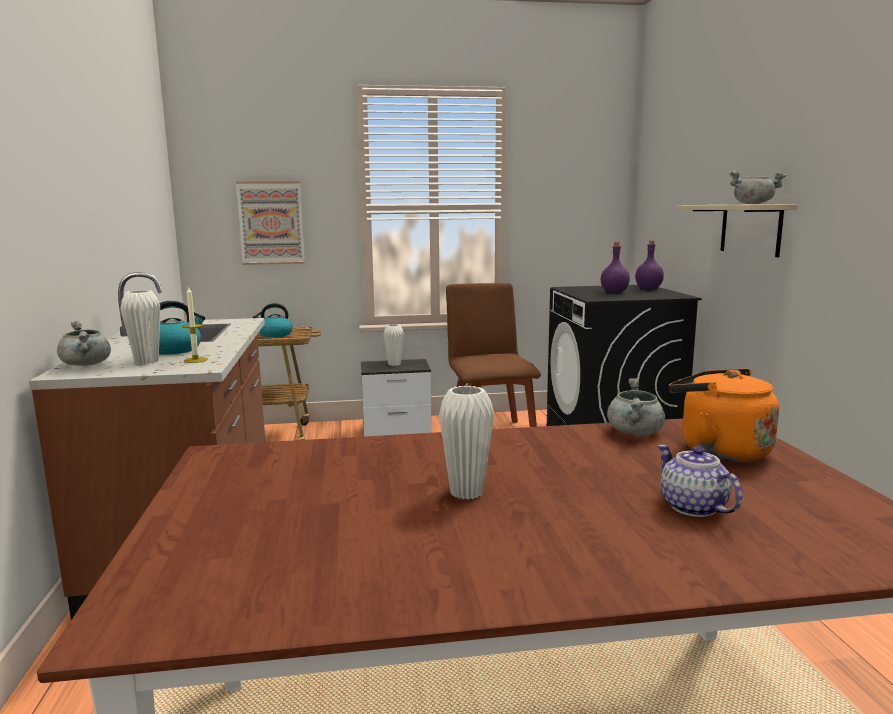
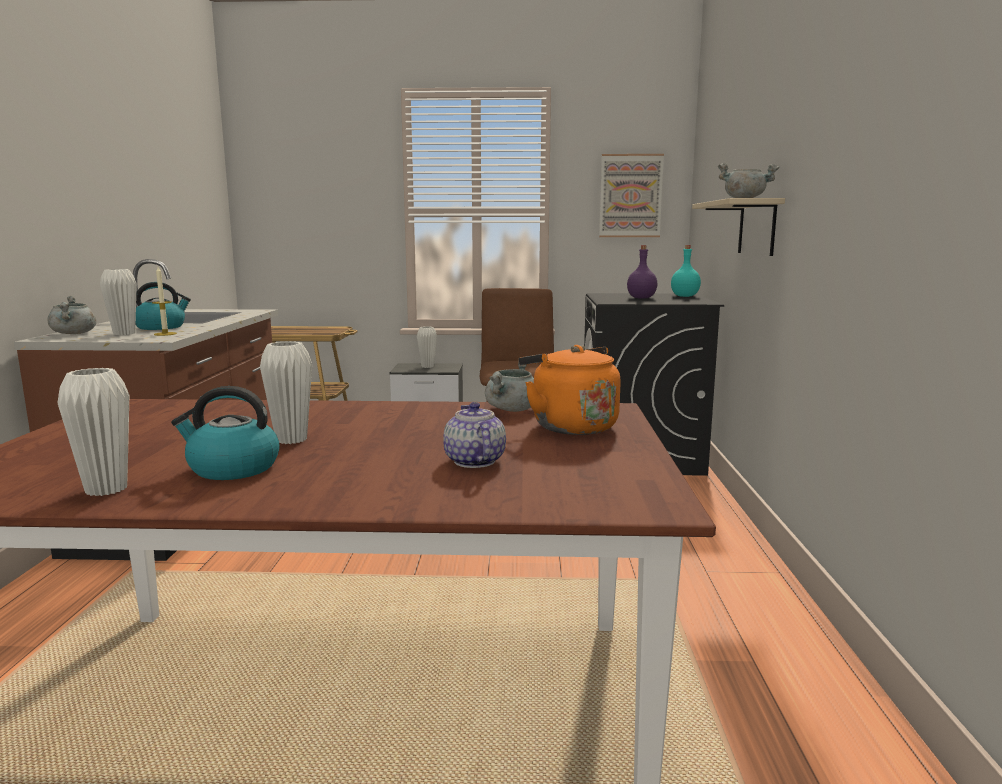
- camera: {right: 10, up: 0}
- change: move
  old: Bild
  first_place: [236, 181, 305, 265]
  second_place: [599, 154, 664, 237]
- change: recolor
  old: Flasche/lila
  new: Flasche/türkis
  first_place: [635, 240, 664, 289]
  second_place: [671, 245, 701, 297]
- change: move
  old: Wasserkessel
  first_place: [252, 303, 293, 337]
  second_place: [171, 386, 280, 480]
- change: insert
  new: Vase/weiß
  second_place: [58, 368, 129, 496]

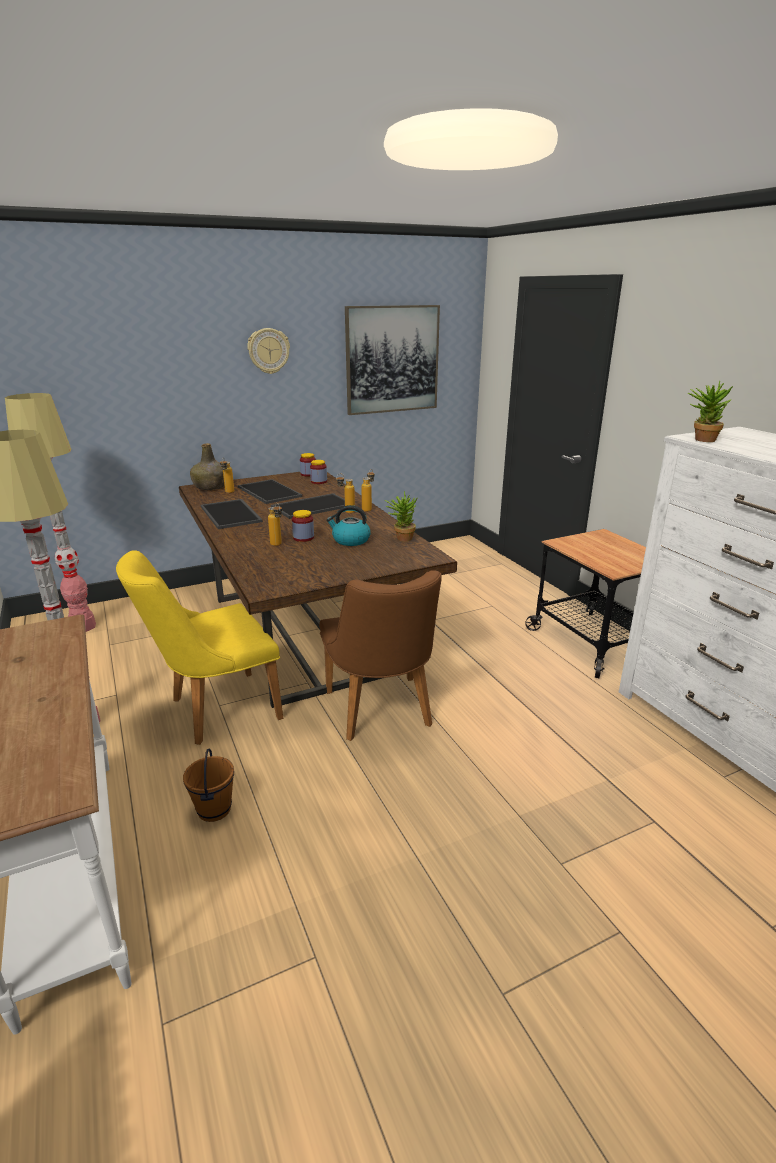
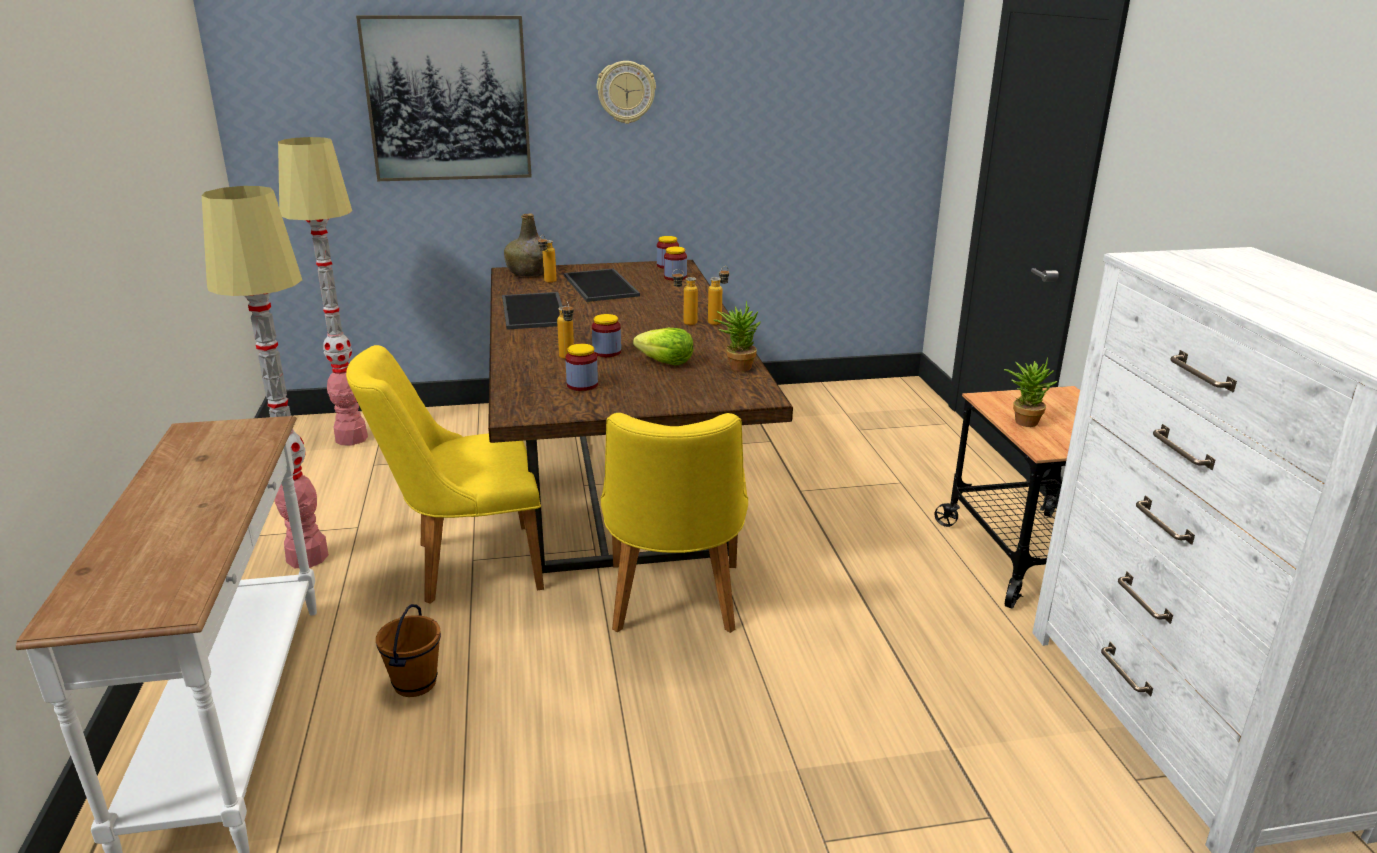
- camera: {right: 15, up: 0}
- change: move
  old: Bild
  first_place: [345, 305, 440, 415]
  second_place: [356, 15, 532, 181]
- change: move
  old: Topfpflanze
  first_place: [688, 381, 733, 442]
  second_place: [1004, 358, 1058, 427]
- change: delete
  old: Tablett
  first_place: [271, 493, 345, 519]
- change: replace
  old: Wasserkessel
  new: Salatkopf
  first_place: [326, 505, 371, 546]
  second_place: [633, 328, 694, 366]
- change: recolor
  old: Stuhl/braun
  new: Stuhl/gelb
  first_place: [319, 570, 442, 741]
  second_place: [601, 413, 748, 633]
- change: insert
  new: Vorratsglas
  second_place: [565, 344, 598, 391]

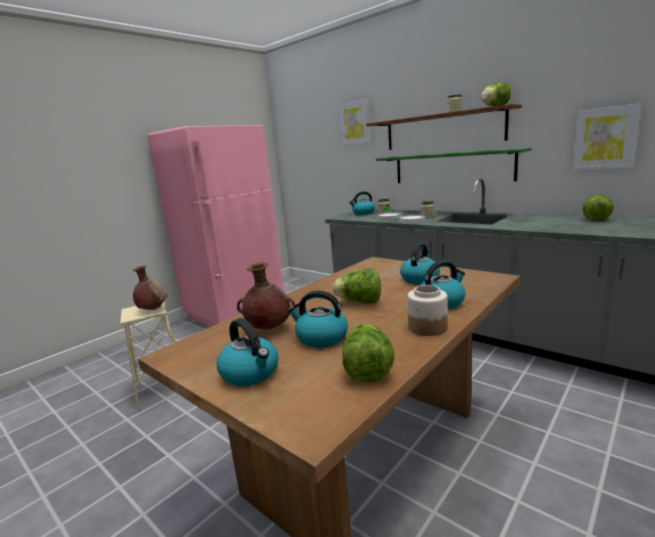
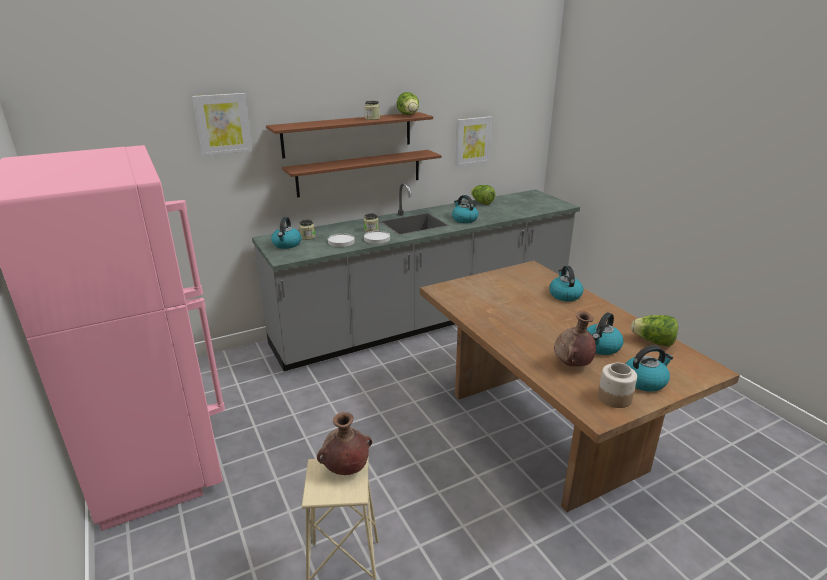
- camera: {right: -70, up: 10}
- change: recolor
  old: Wandregal/grün
  new: Wandregal/braun
  first_place: [376, 148, 532, 183]
  second_place: [282, 150, 442, 197]
- change: move
  old: Wasserkessel
  first_place: [400, 243, 440, 284]
  second_place: [452, 195, 478, 223]
- change: delete
  old: Salatkopf
  first_place: [332, 269, 381, 303]
- change: move
  old: Vorratsglas
  first_place: [407, 285, 448, 336]
  second_place: [598, 363, 637, 408]

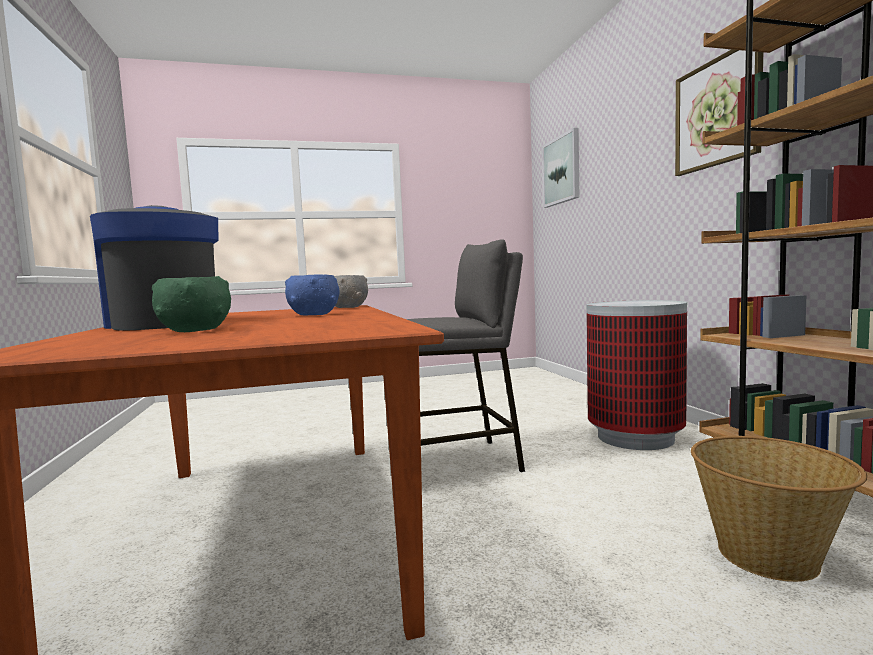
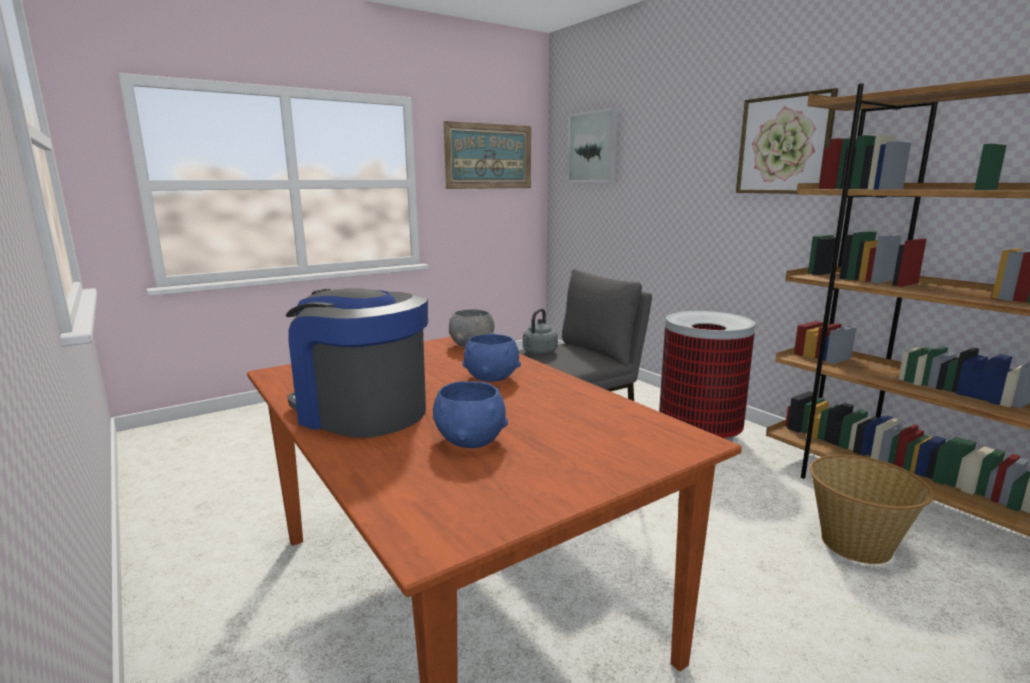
- camera: {right: -20, up: 10}
- change: recolor
  old: Schüssel/grün
  new: Schüssel/blau
  first_place: [152, 276, 231, 332]
  second_place: [433, 381, 508, 448]
- change: insert
  new: Bild
  second_place: [443, 121, 531, 189]
- change: insert
  new: Wasserkessel/grau
  second_place: [523, 309, 558, 355]

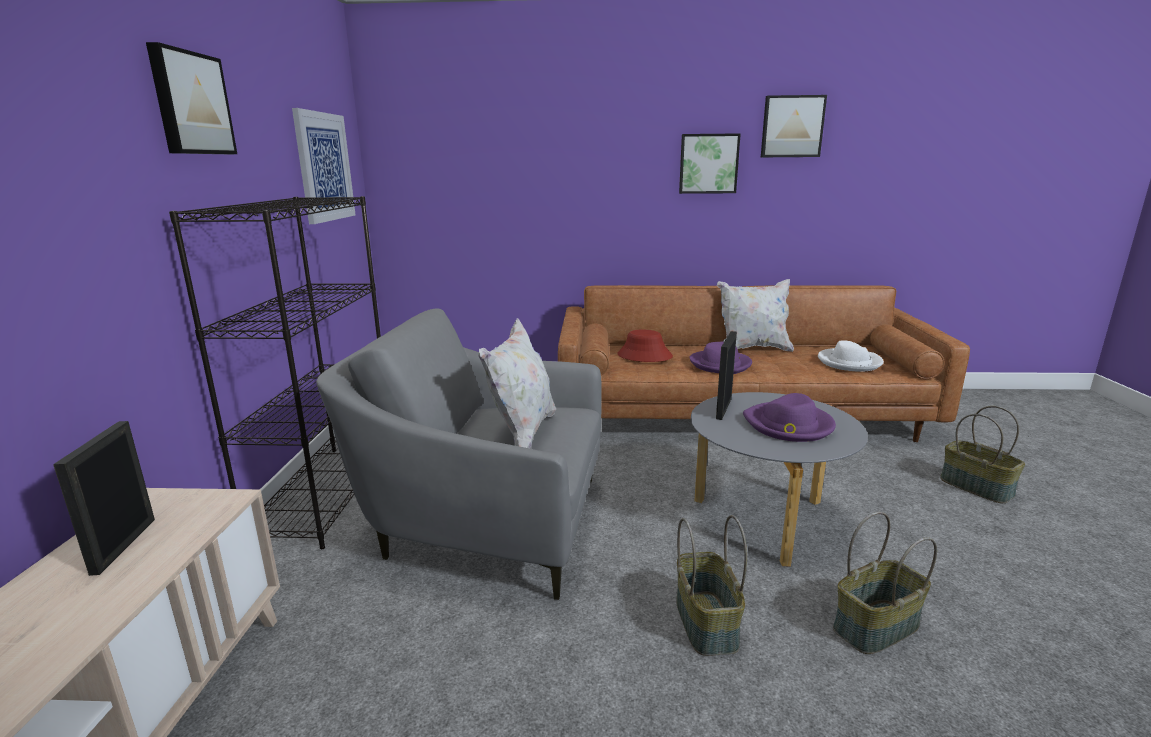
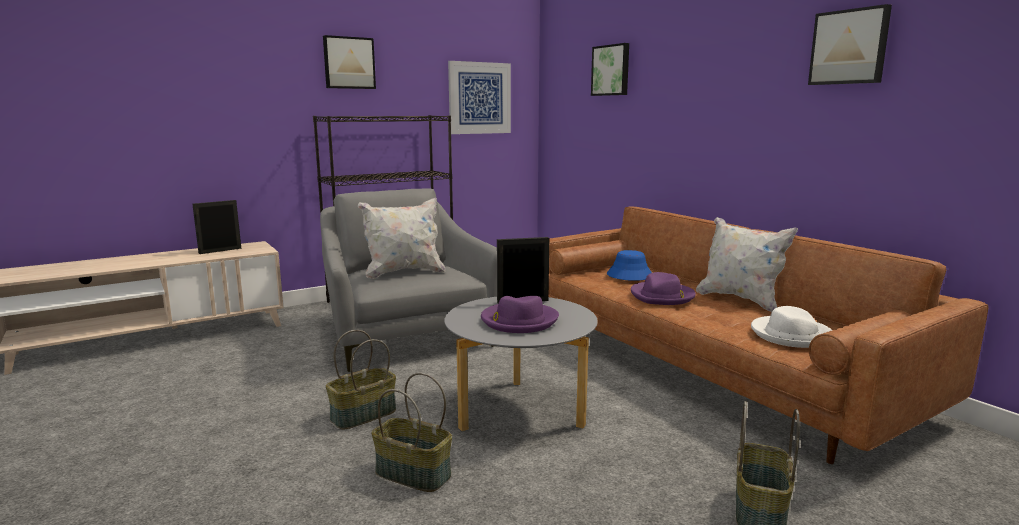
- camera: {right: 55, up: -5}
- change: move
  old: Bild
  first_place: [679, 133, 741, 194]
  second_place: [591, 43, 629, 96]
- change: recolor
  old: Hut/rot
  new: Hut/blau
  first_place: [617, 330, 673, 362]
  second_place: [607, 250, 652, 281]

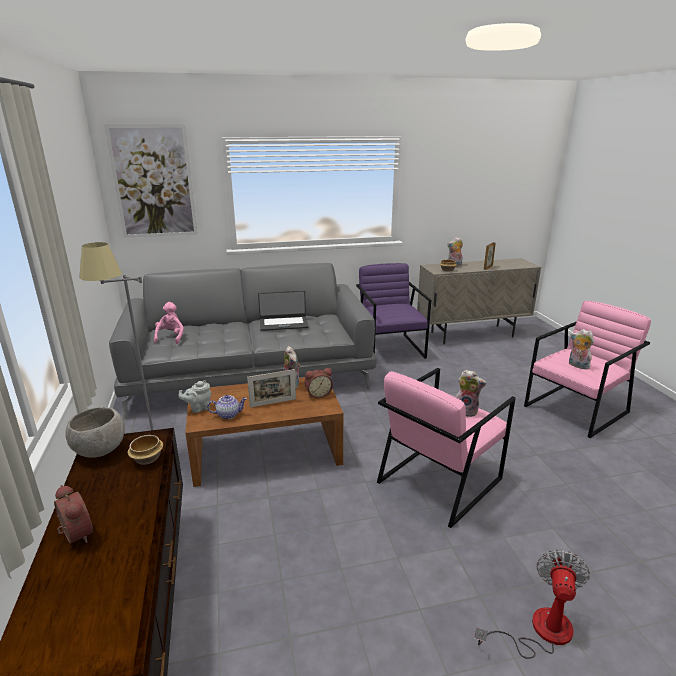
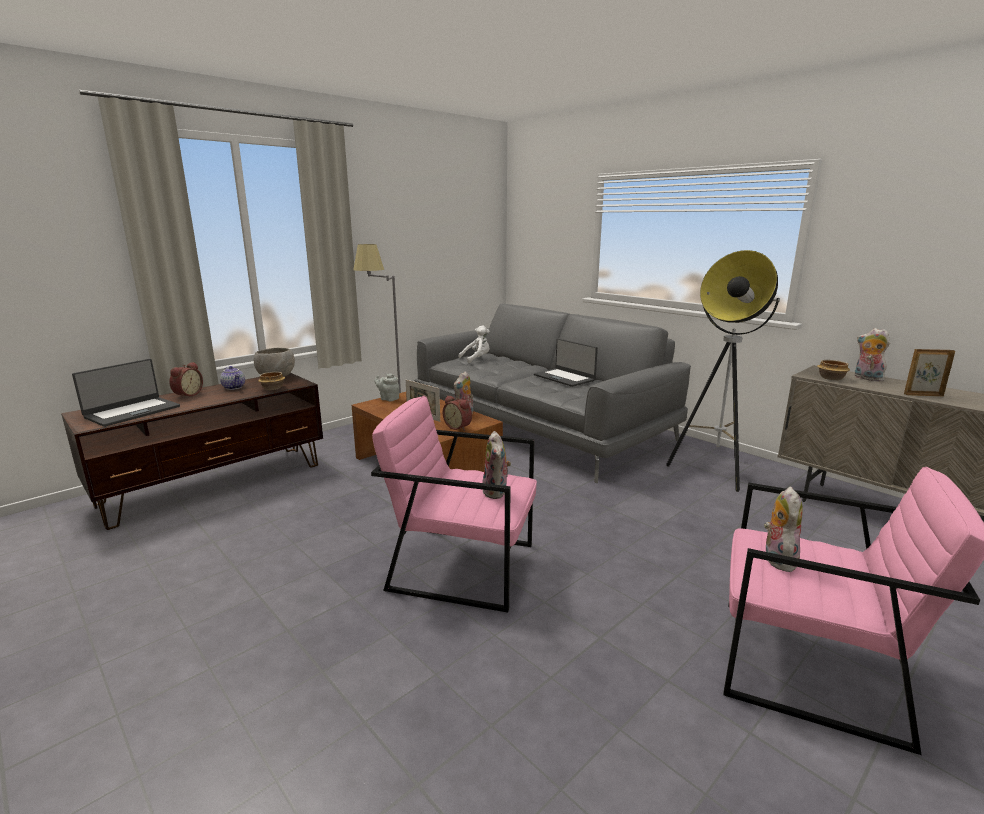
- camera: {right: 60, up: -5}
- change: delete
  old: Bild
  first_place: [104, 124, 198, 238]
- change: replace
  old: Sessel/lila
  new: Stehlampe
  first_place: [356, 263, 431, 359]
  second_place: [666, 250, 780, 492]
- change: recolor
  old: Plüschtier/rosa
  new: Plüschtier/weiß
  first_place: [154, 302, 184, 344]
  second_place: [458, 325, 490, 363]
- change: move
  old: Teekanne
  first_place: [207, 395, 247, 419]
  second_place: [220, 366, 245, 390]
- change: delete
  old: Ventilator
  first_place: [475, 549, 590, 659]
- change: insert
  new: Laptop
  second_place: [72, 359, 180, 427]

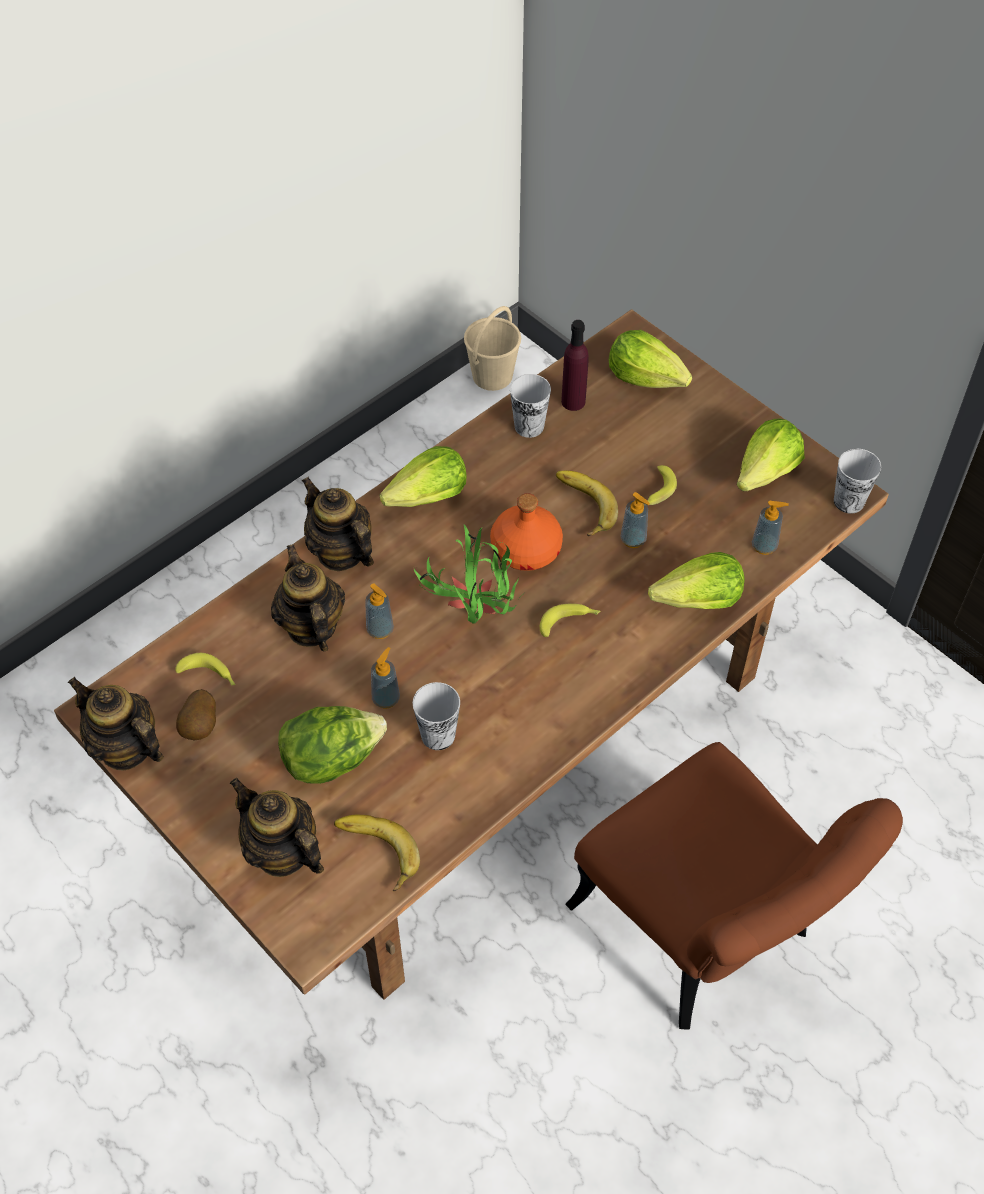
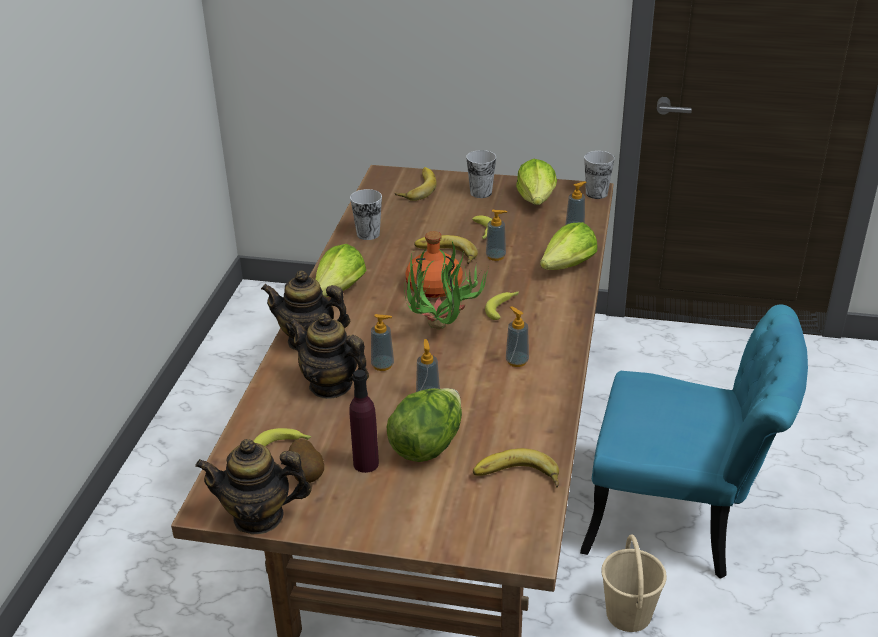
- camera: {right: -35, up: -20}
- change: move
  old: Eimer/beige
  first_place: [464, 306, 521, 391]
  second_place: [601, 535, 667, 632]
- change: move
  old: Flasche/lila
  first_place: [561, 320, 589, 411]
  second_place: [349, 370, 379, 473]
- change: replace
  old: Salatkopf
  new: Banane
  first_place: [609, 330, 692, 388]
  second_place: [395, 167, 437, 201]
- change: move
  old: Tasse
  first_place: [412, 682, 460, 750]
  second_place: [466, 150, 496, 198]
- change: recolor
  old: Stuhl/braun
  new: Stuhl/türkis
  first_place: [565, 742, 903, 1029]
  second_place: [580, 305, 808, 579]
- change: delete
  old: Teekanne
  first_place: [230, 778, 324, 877]
- change: insert
  new: Seifenspender
  second_place: [506, 306, 529, 367]

